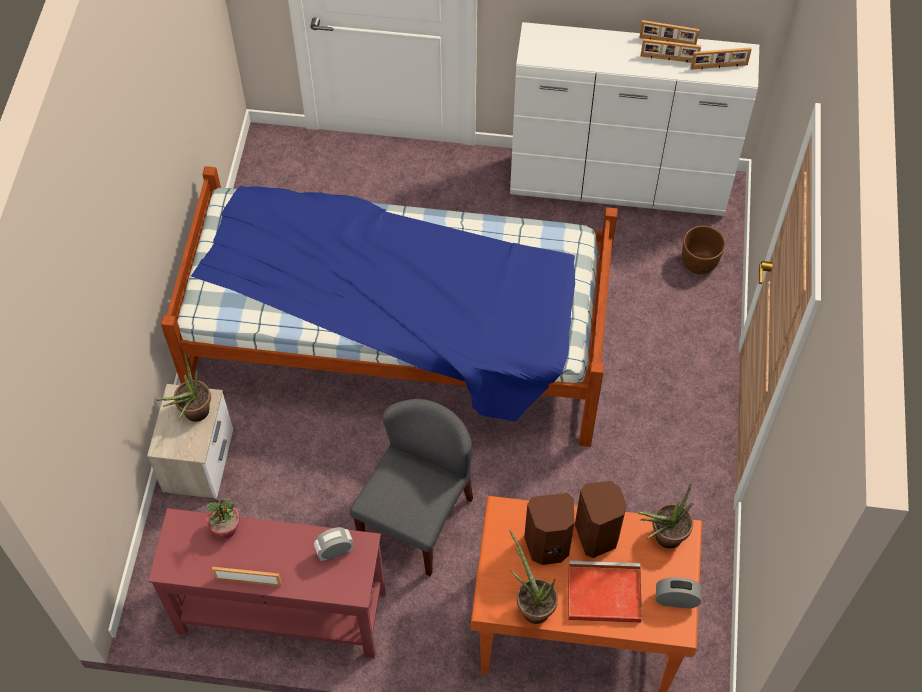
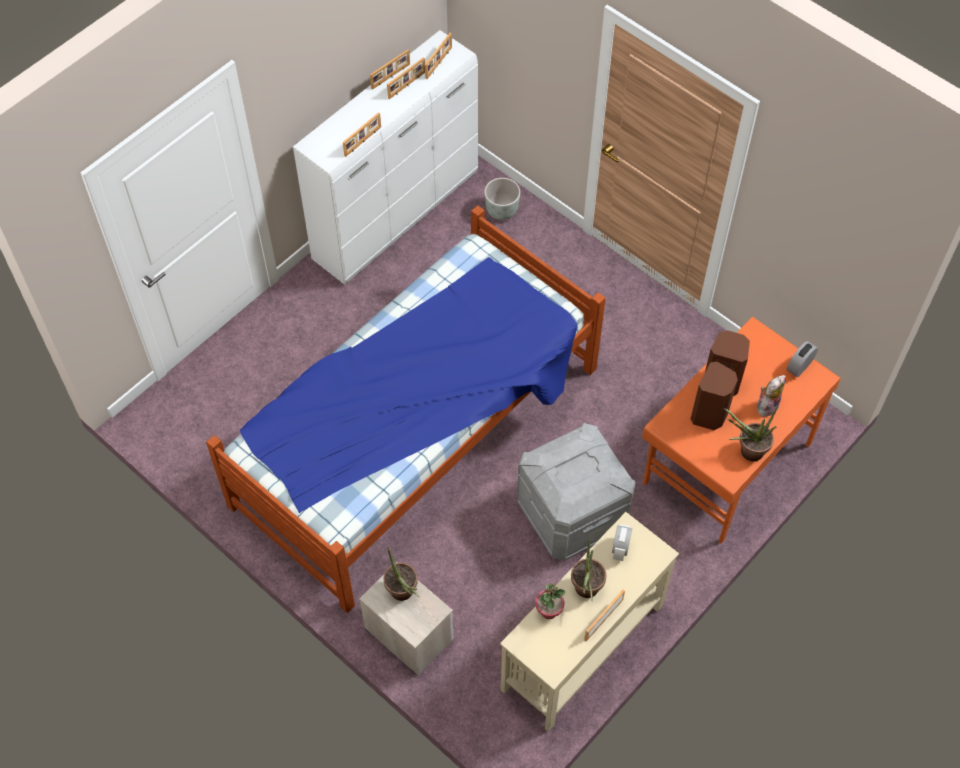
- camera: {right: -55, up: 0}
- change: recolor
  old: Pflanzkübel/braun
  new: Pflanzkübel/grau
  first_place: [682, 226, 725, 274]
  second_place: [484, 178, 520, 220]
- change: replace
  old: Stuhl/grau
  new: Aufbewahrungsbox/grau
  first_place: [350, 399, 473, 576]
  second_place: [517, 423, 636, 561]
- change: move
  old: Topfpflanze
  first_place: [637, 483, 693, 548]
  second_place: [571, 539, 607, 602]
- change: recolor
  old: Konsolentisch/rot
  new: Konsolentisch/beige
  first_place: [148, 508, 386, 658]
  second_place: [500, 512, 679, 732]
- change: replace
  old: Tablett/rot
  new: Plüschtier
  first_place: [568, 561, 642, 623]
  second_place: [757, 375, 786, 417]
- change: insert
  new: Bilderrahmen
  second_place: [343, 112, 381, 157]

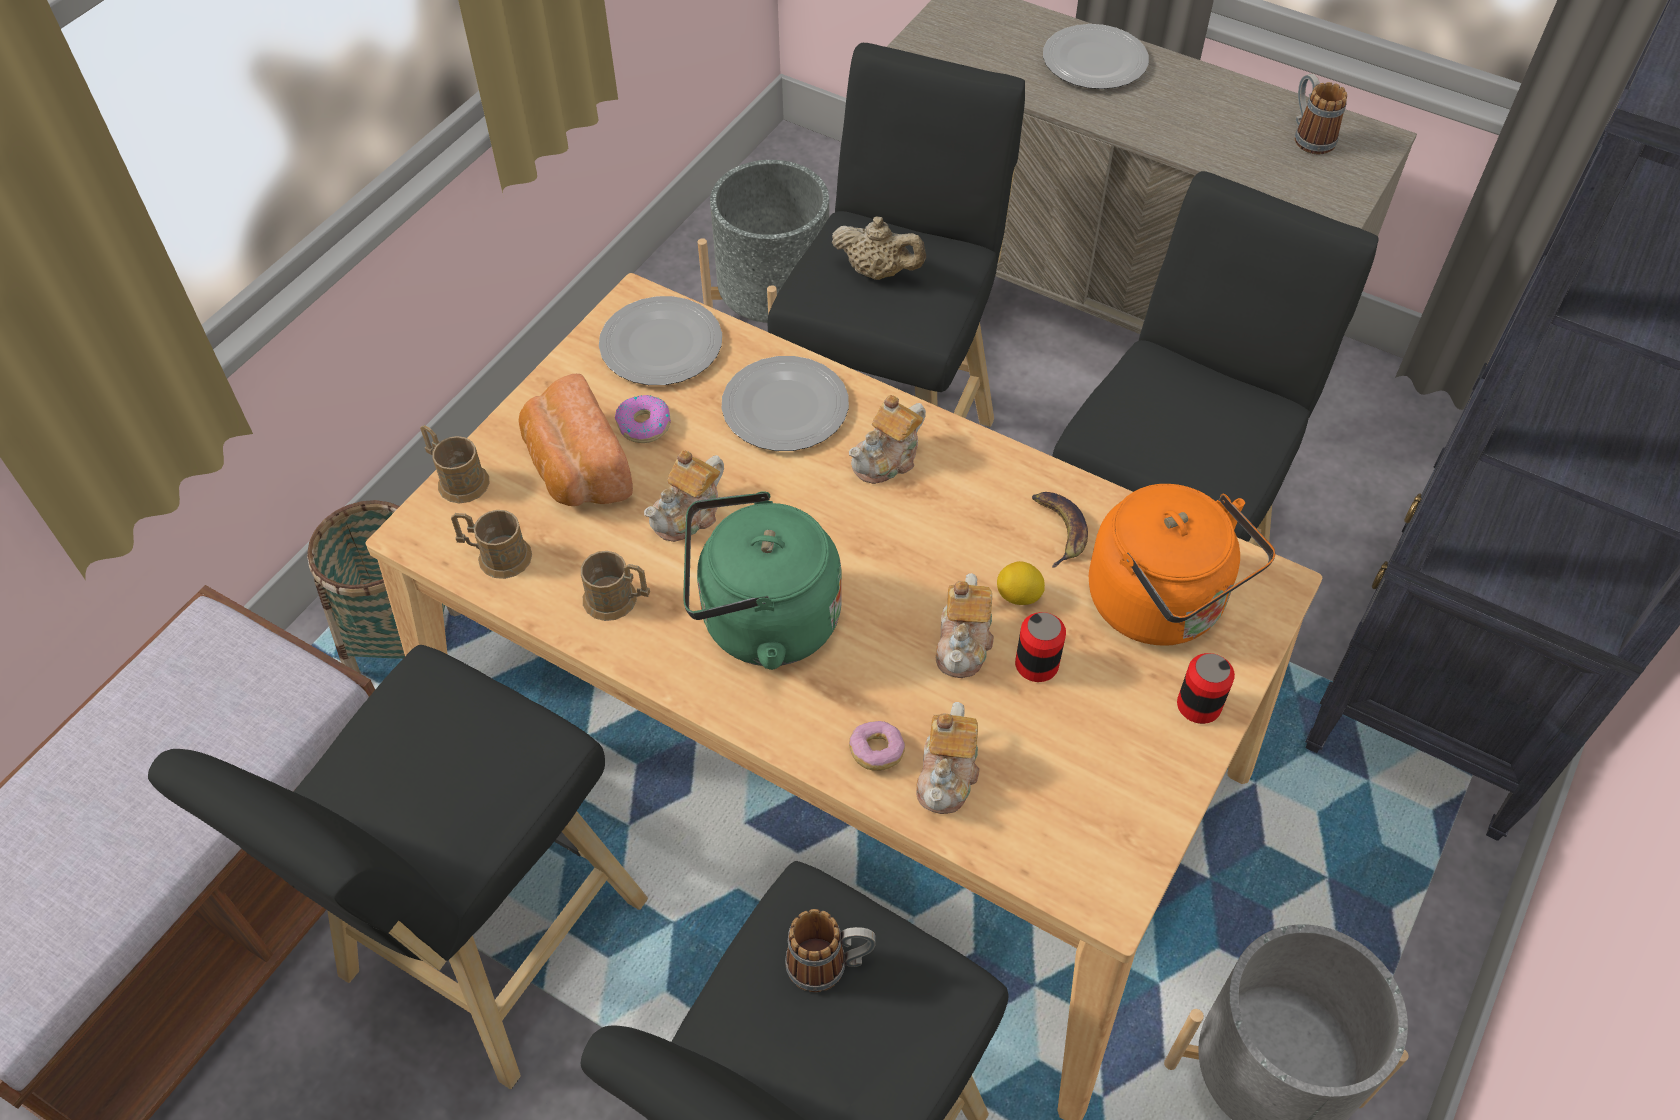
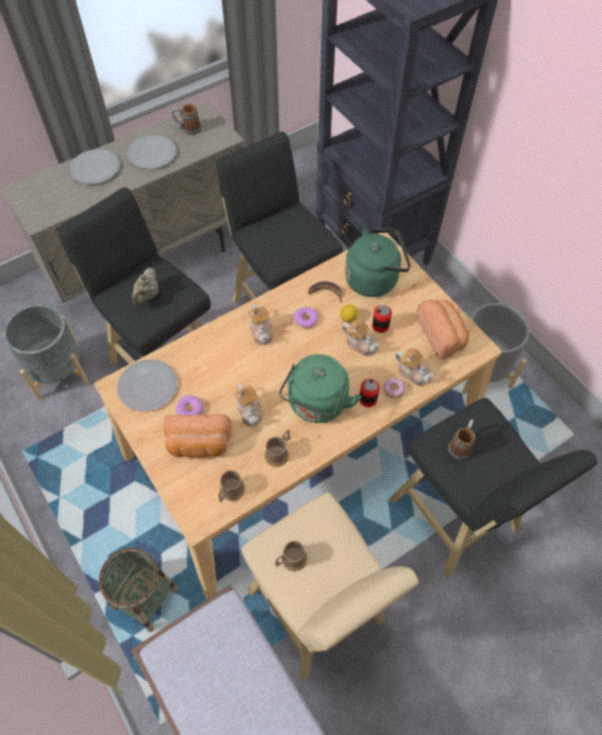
- camera: {right: -65, up: 5}
- change: rotate
  old: Teekanne/beige
  first_place: [832, 216, 926, 280]
  second_place: [132, 268, 159, 306]
  degrees: 150
- change: move
  old: Teller
  first_place: [721, 356, 849, 451]
  second_place: [128, 135, 176, 169]
- change: move
  old: Henkelbecher/braun
  first_place: [420, 425, 490, 503]
  second_place: [275, 541, 307, 571]
- change: recolor
  old: Wasserkessel/orange
  new: Wasserkessel/grün
  first_place: [1089, 484, 1275, 646]
  second_place: [345, 229, 411, 297]
- change: recolor
  old: Hocker/schwarz
  new: Hocker/beige
  first_place: [148, 645, 648, 1089]
  second_place: [241, 492, 419, 680]
- change: move
  old: Dose
  first_place: [1177, 653, 1235, 724]
  second_place: [359, 379, 380, 407]
- change: insert
  new: Brot
  second_place: [417, 300, 469, 360]
- change: insert
  new: Donut
  second_place: [293, 307, 319, 328]

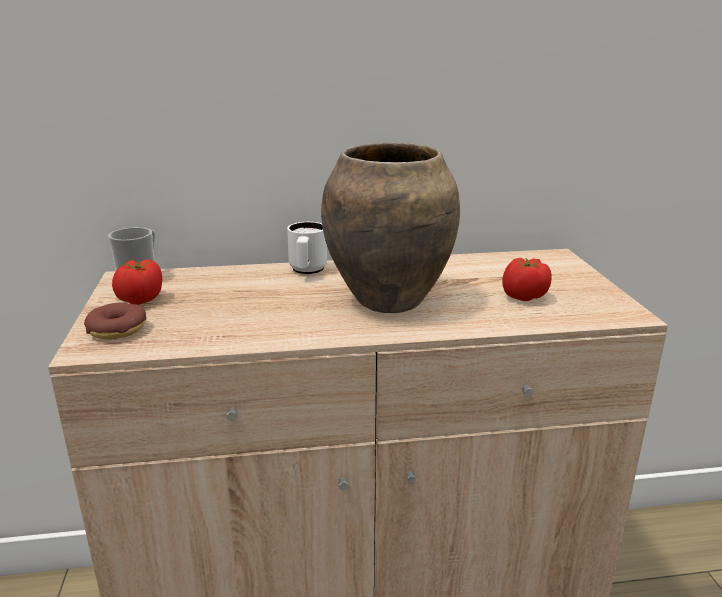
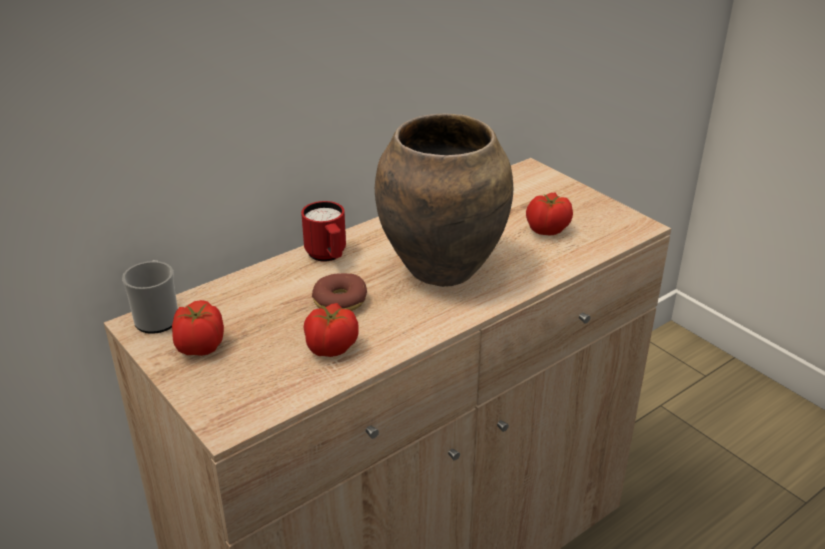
- camera: {right: -30, up: 10}
- change: recolor
  old: Henkelbecher/weiß
  new: Henkelbecher/rot
  first_place: [287, 222, 327, 275]
  second_place: [301, 201, 346, 262]
- change: move
  old: Donut
  first_place: [84, 303, 146, 339]
  second_place: [312, 273, 367, 311]
- change: insert
  new: Tomate
  second_place: [303, 303, 359, 357]

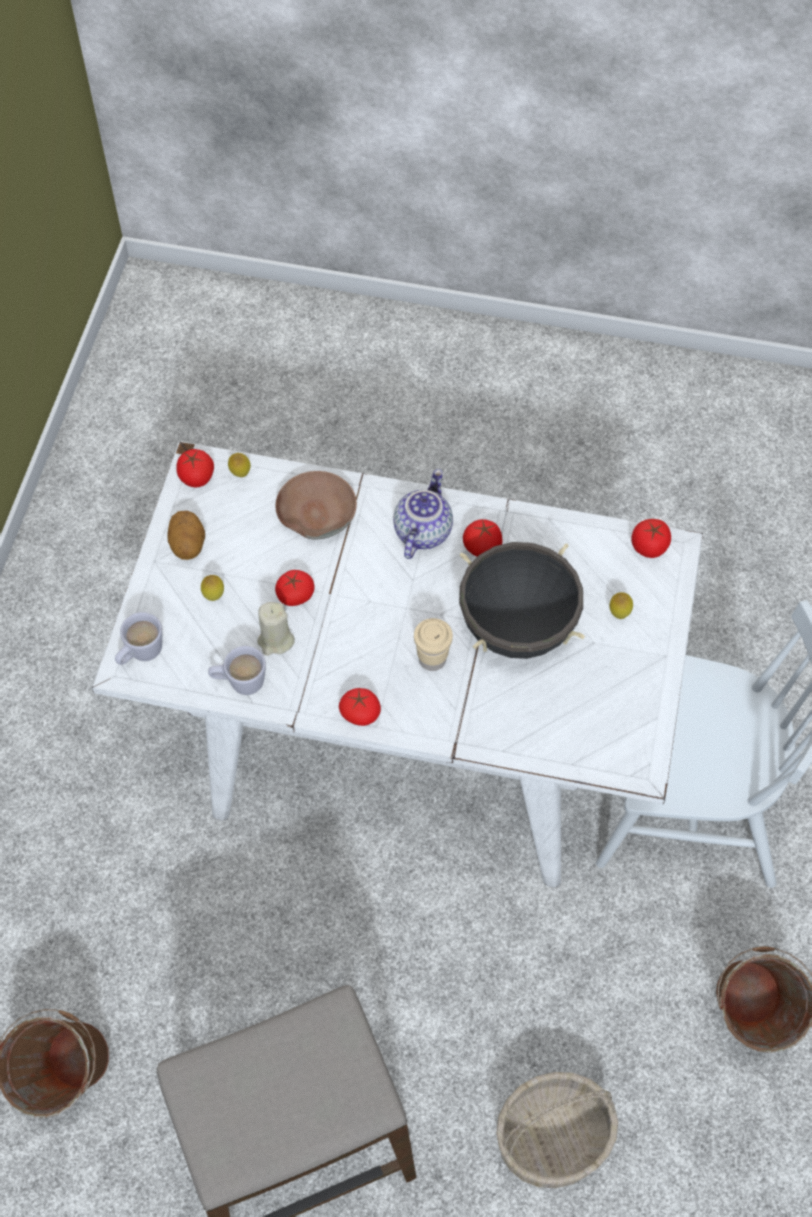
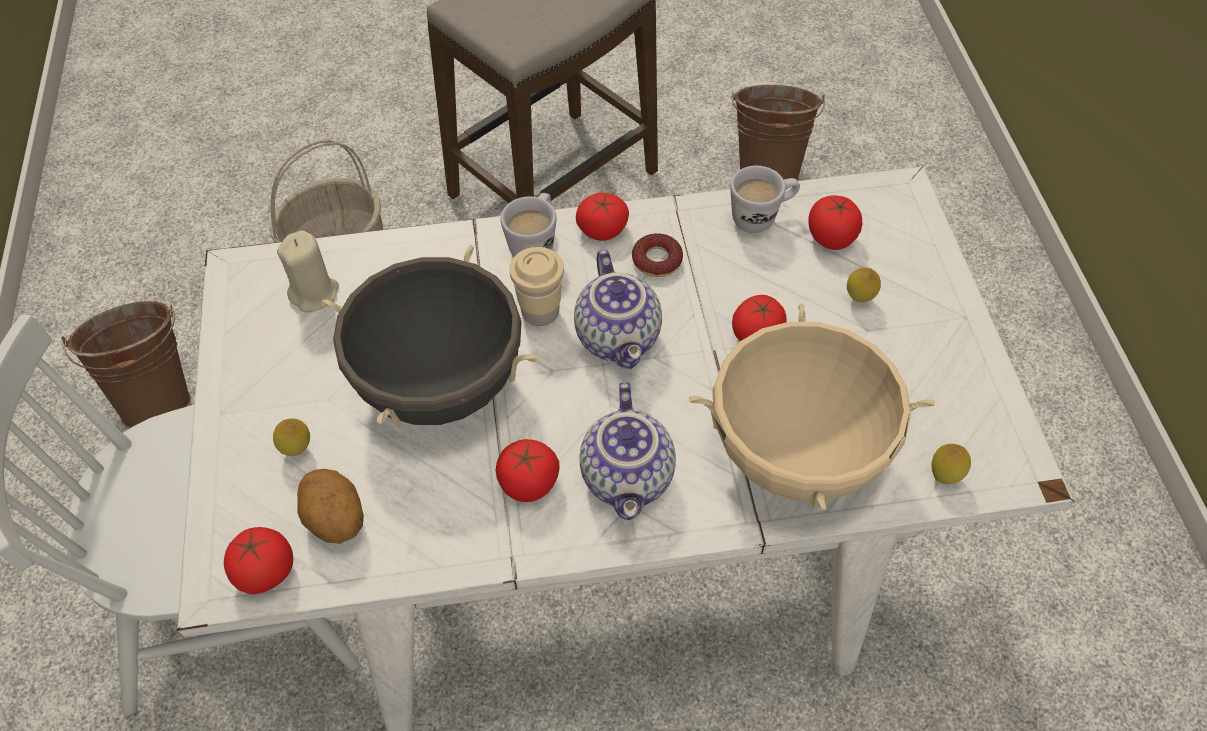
- camera: {right: 160, up: -5}
- change: move
  old: Tomate
  first_place: [176, 449, 214, 488]
  second_place: [808, 195, 862, 250]
- change: replace
  old: Schüssel/braun
  new: Kochtopf/beige
  first_place: [276, 471, 357, 540]
  second_place: [689, 303, 935, 511]
- change: move
  old: Kartoffel
  first_place: [167, 511, 205, 560]
  second_place: [297, 469, 364, 544]
- change: move
  old: Kerze/beige
  first_place: [257, 602, 295, 656]
  second_place: [277, 230, 339, 313]
- change: move
  old: Henkelbecher/weiß
  first_place: [115, 612, 162, 665]
  second_place: [501, 193, 557, 257]
- change: insert
  new: Donut
  second_place: [632, 233, 683, 277]
- change: insert
  new: Teekanne
  second_place: [574, 250, 662, 369]

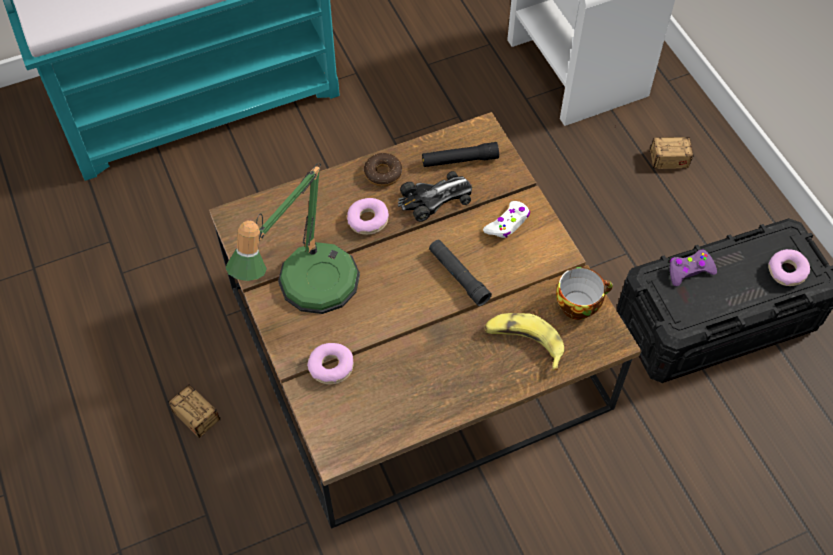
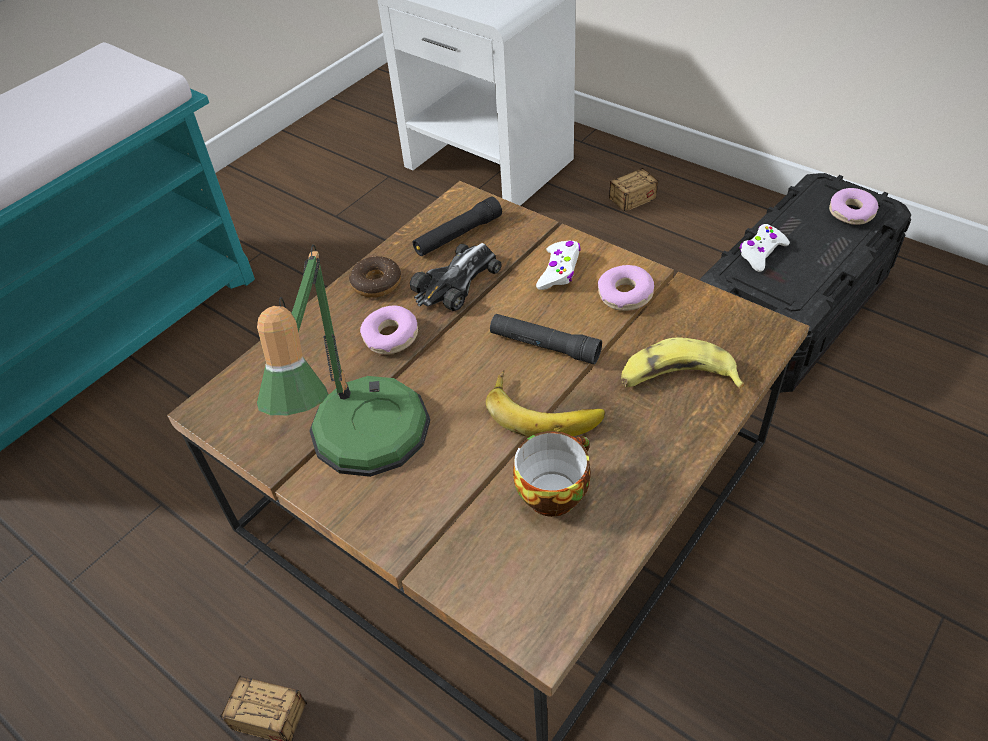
- camera: {right: -25, up: -10}
- change: recolor
  old: Gamepad/lila
  new: Gamepad/weiß
  first_place: [670, 250, 717, 286]
  second_place: [739, 224, 790, 272]
- change: move
  old: Tasse
  first_place: [556, 267, 613, 320]
  second_place: [513, 431, 591, 517]
- change: move
  old: Donut
  first_place: [307, 343, 354, 384]
  second_place: [598, 265, 654, 311]
- change: insert
  new: Banane
  second_place: [486, 370, 605, 437]

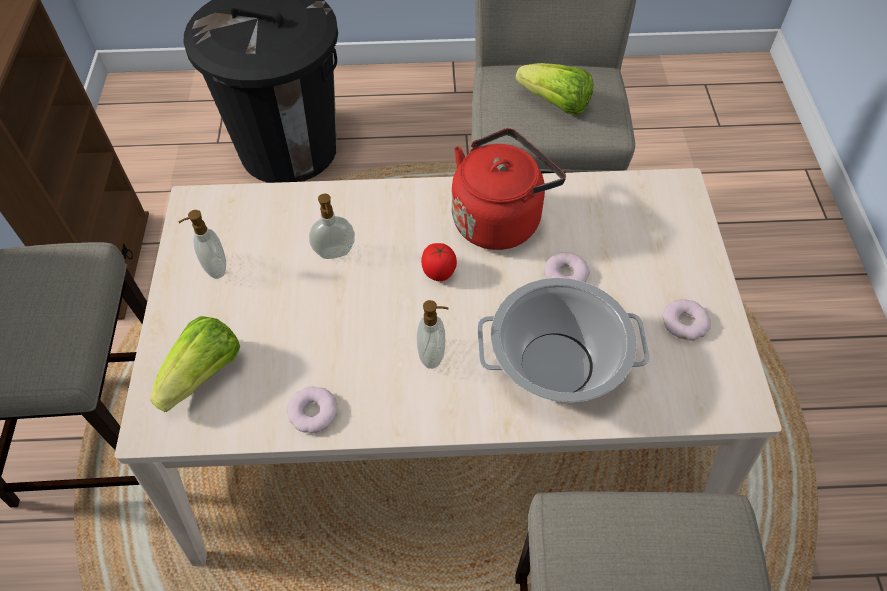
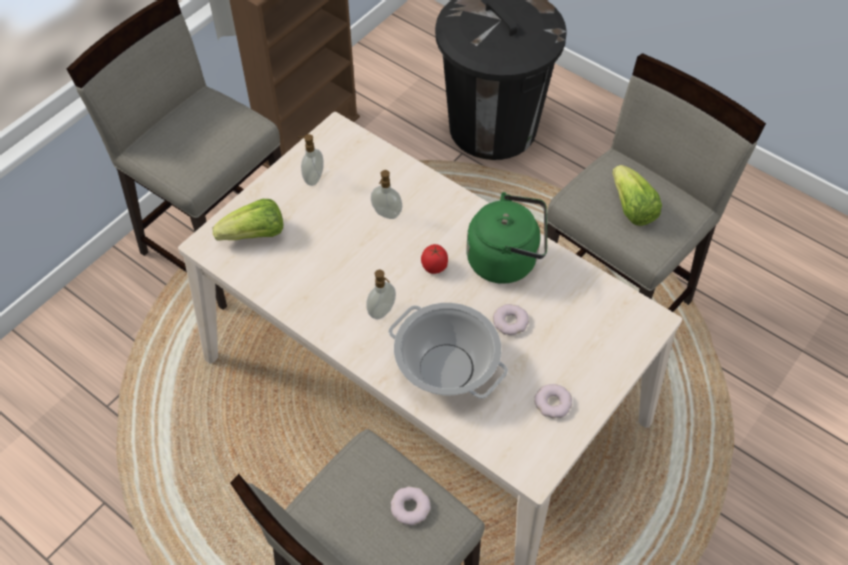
- camera: {right: 40, up: 0}
- change: recolor
  old: Wasserkessel/rot
  new: Wasserkessel/grün
  first_place: [452, 128, 566, 250]
  second_place: [466, 192, 547, 284]
- change: move
  old: Donut
  first_place: [287, 386, 338, 433]
  second_place: [391, 486, 431, 525]

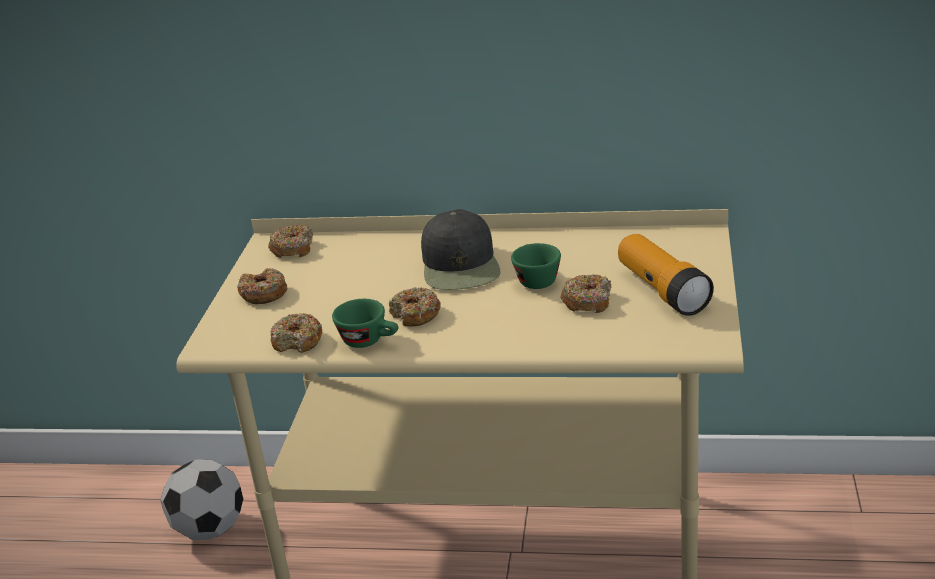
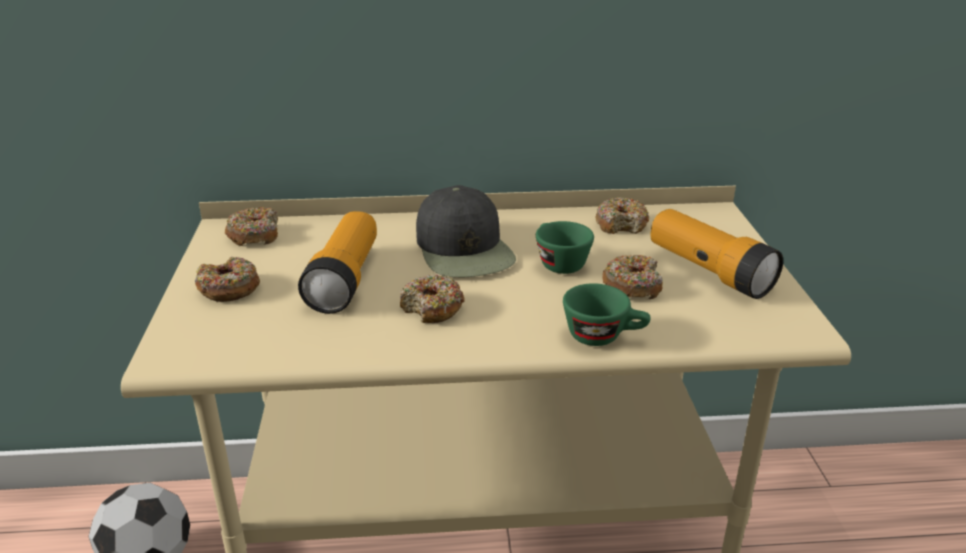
- camera: {right: -15, up: 0}
- change: move
  old: Tasse/grün
  first_place: [332, 299, 398, 348]
  second_place: [563, 283, 651, 346]
- change: move
  old: Donut
  first_place: [270, 313, 322, 353]
  second_place: [596, 197, 649, 234]
- change: insert
  new: Taschenlampe
  second_place: [298, 211, 377, 314]

